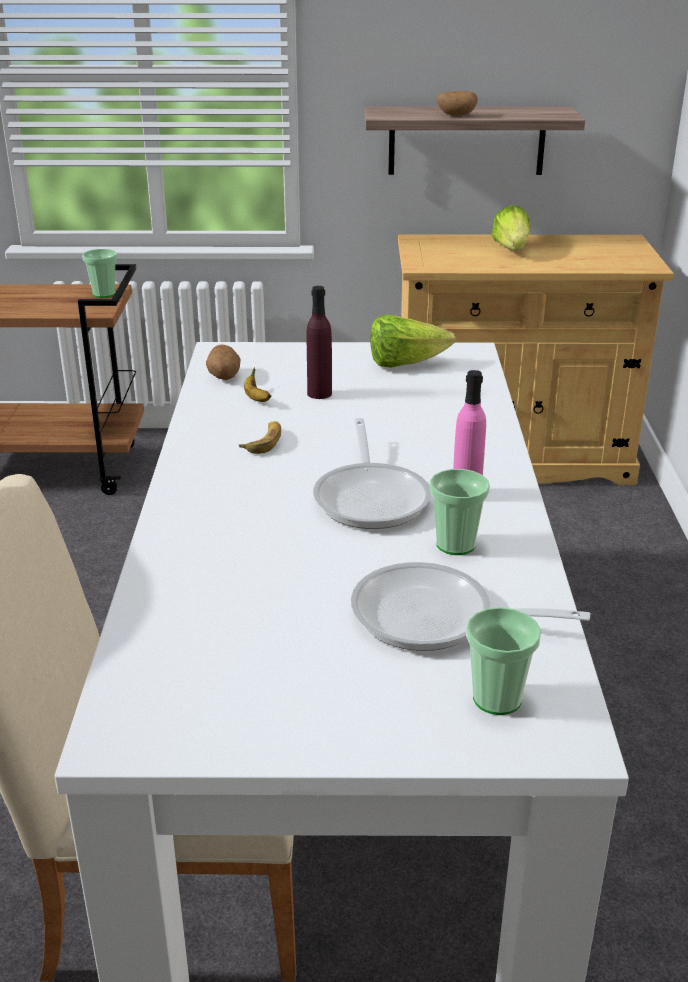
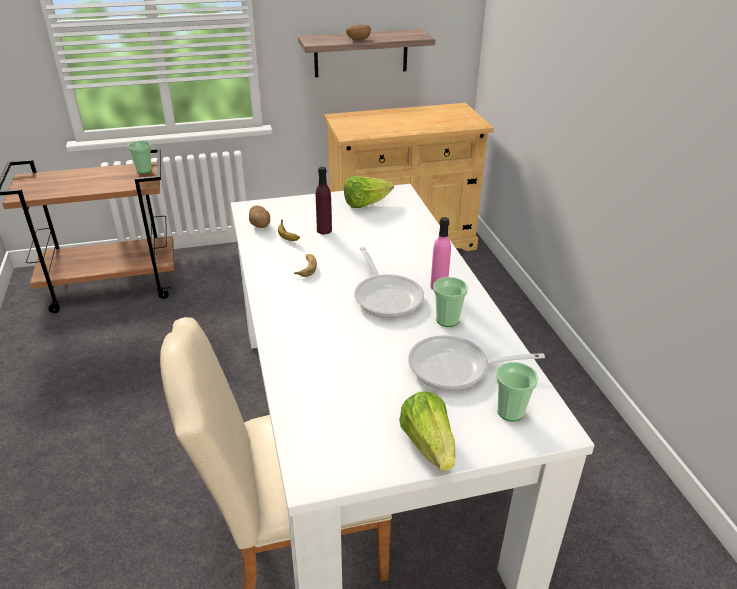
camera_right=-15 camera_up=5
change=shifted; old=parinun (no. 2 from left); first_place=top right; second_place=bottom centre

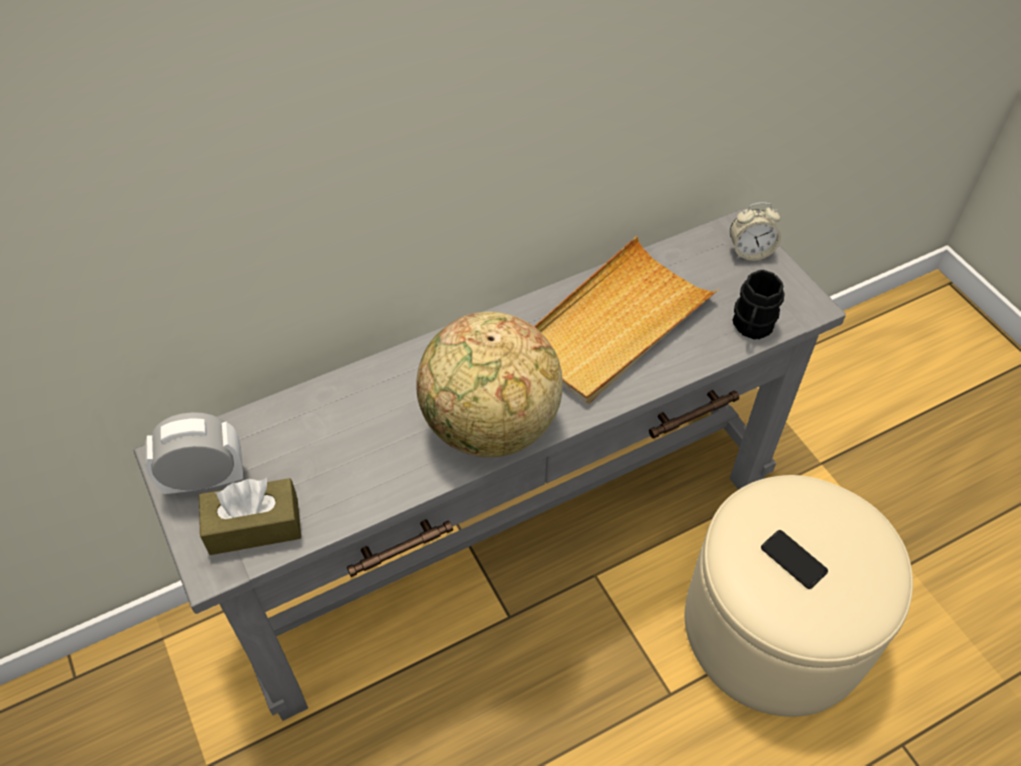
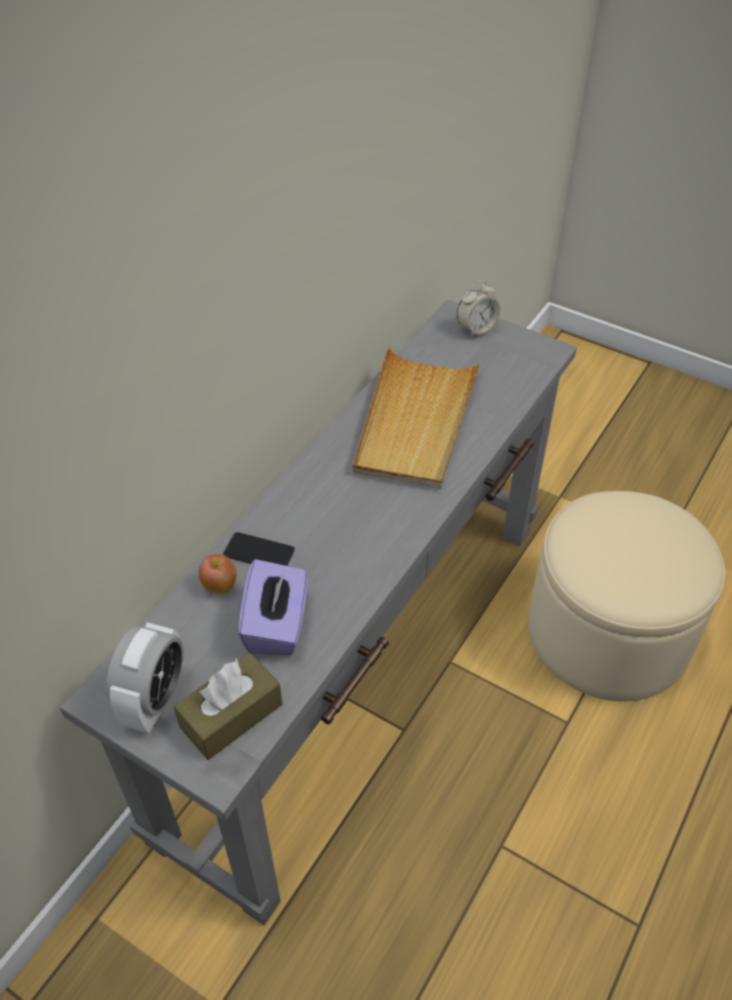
camera_right=-30 camera_up=-5
change=rotated; old=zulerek (no. 1 from left); first_place=middle left; second_place=bottom left; degrees=150
change=gone; old=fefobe; first_place=centre
change=gone; old=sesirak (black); first_place=middle right
change=shifted; old=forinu; first_place=bottom right; second_place=centre
change=new; new=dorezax; second_place=middle left
change=new; new=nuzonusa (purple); second_place=centre

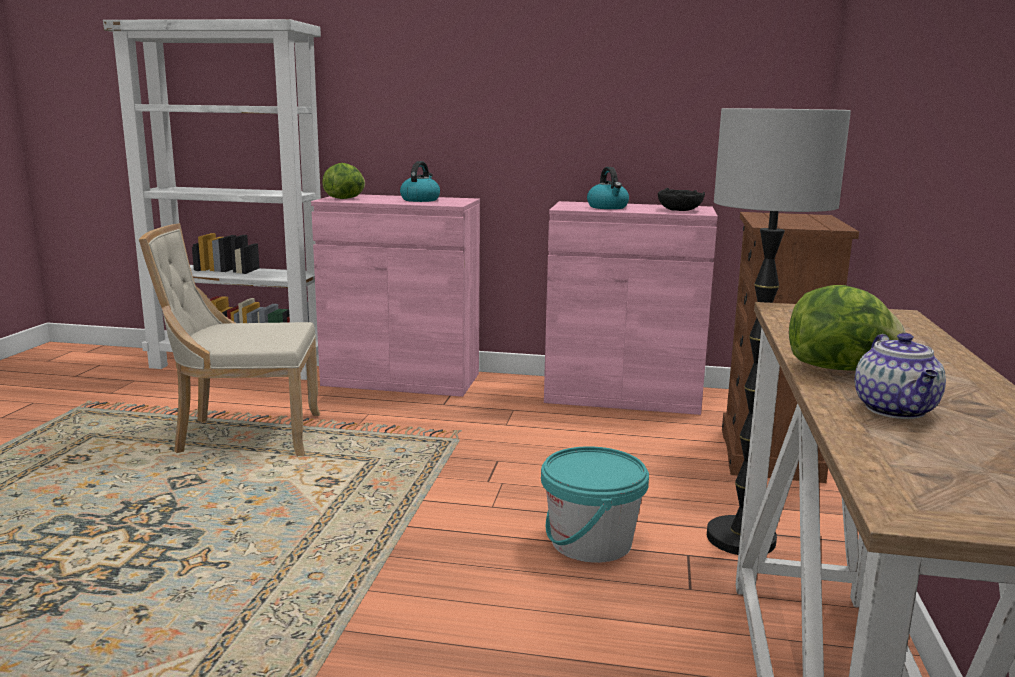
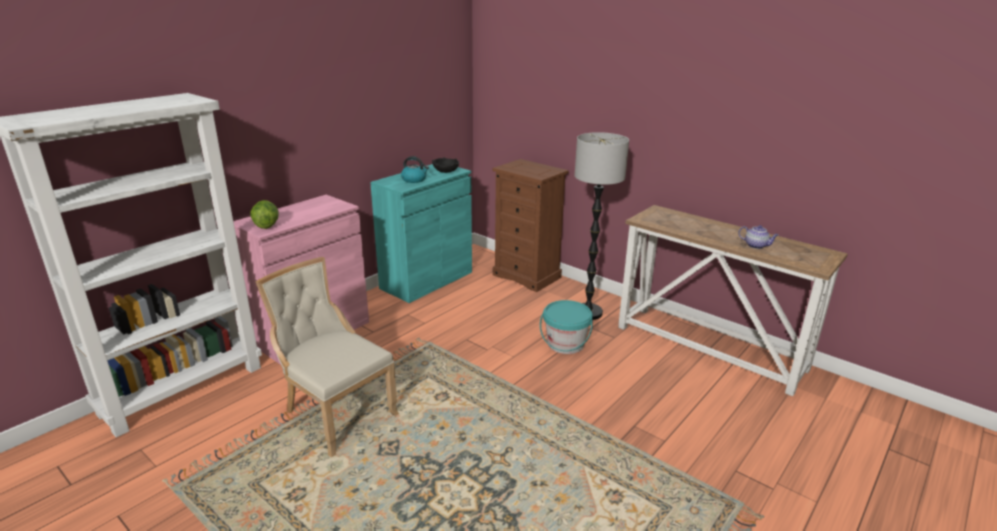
camera_right=-60 camera_up=10
change=rotated; old=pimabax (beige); first_place=middle left; second_place=bottom left; degrees=105
change=gone; old=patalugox (no. 1 from left); first_place=top centre
change=repainted; old=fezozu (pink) (no. 2 from left); new=fezozu (turquoise); first_place=centre; second_place=centre
change=gone; old=parinun (no. 2 from left); first_place=middle right

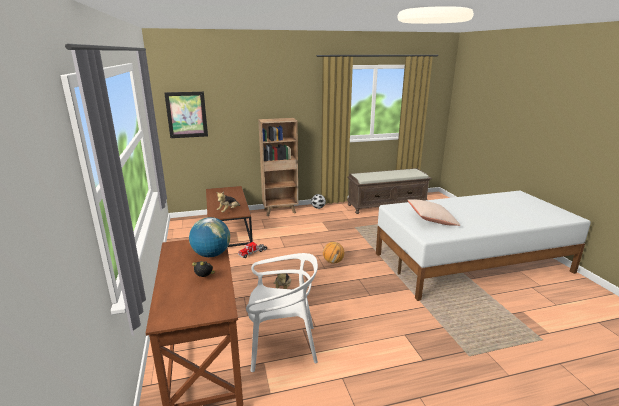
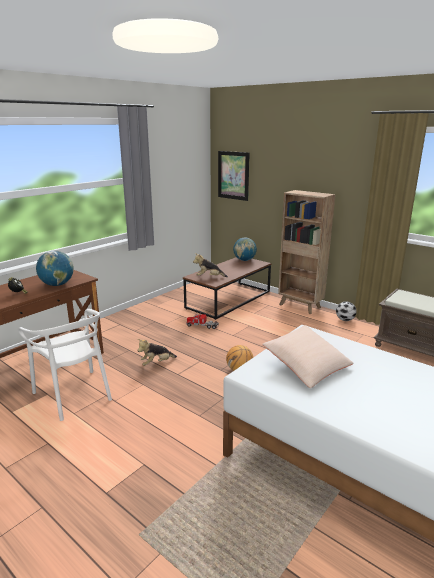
camera_right=55 camera_up=0
change=new; new=fefobe (no. 2 from left); second_place=centre

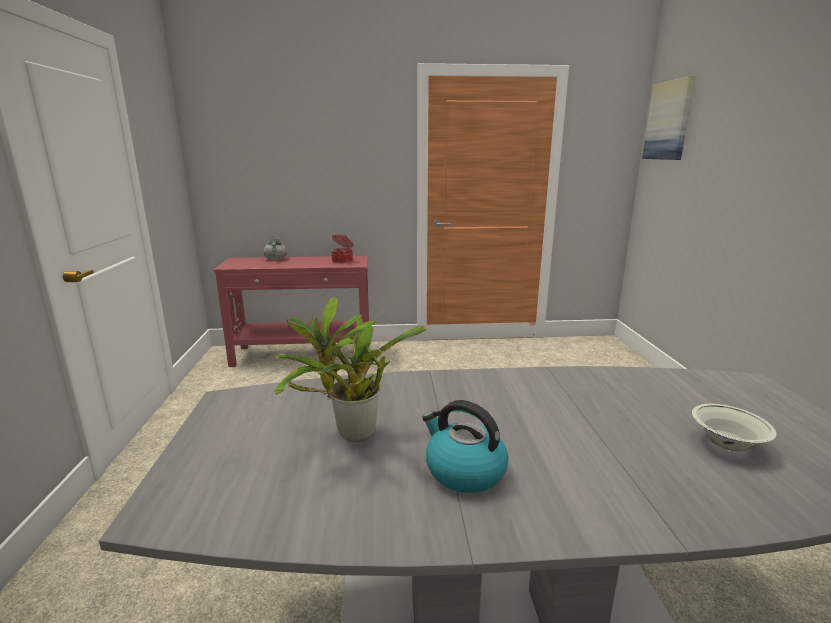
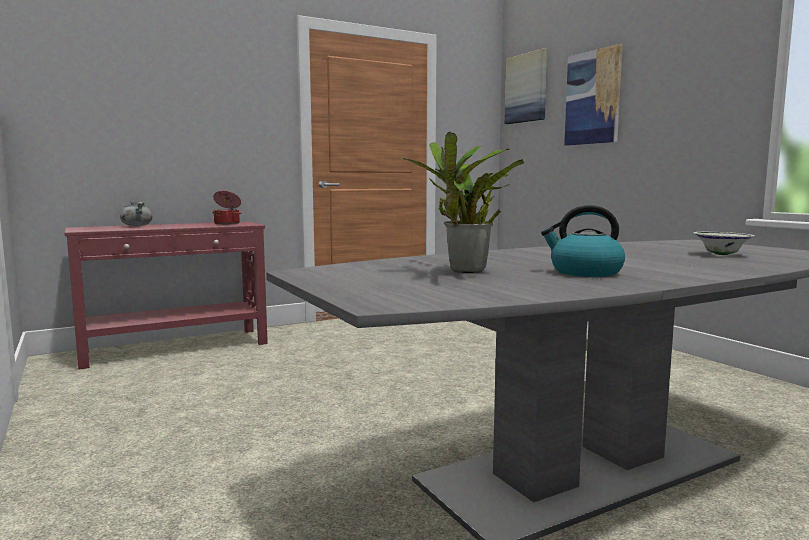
camera_right=-25 camera_up=-10
change=new; new=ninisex (no. 2 from left); second_place=top right

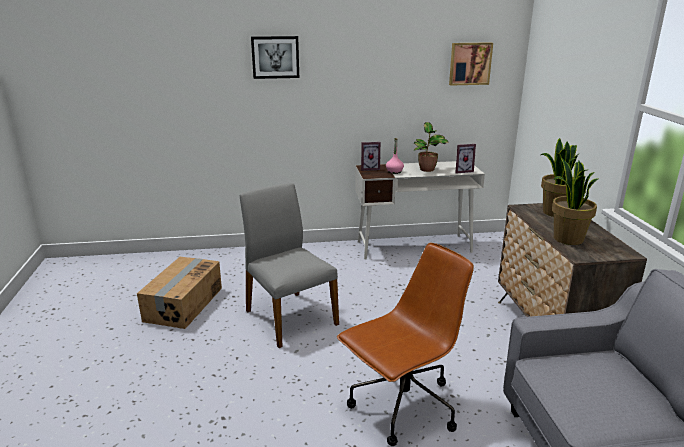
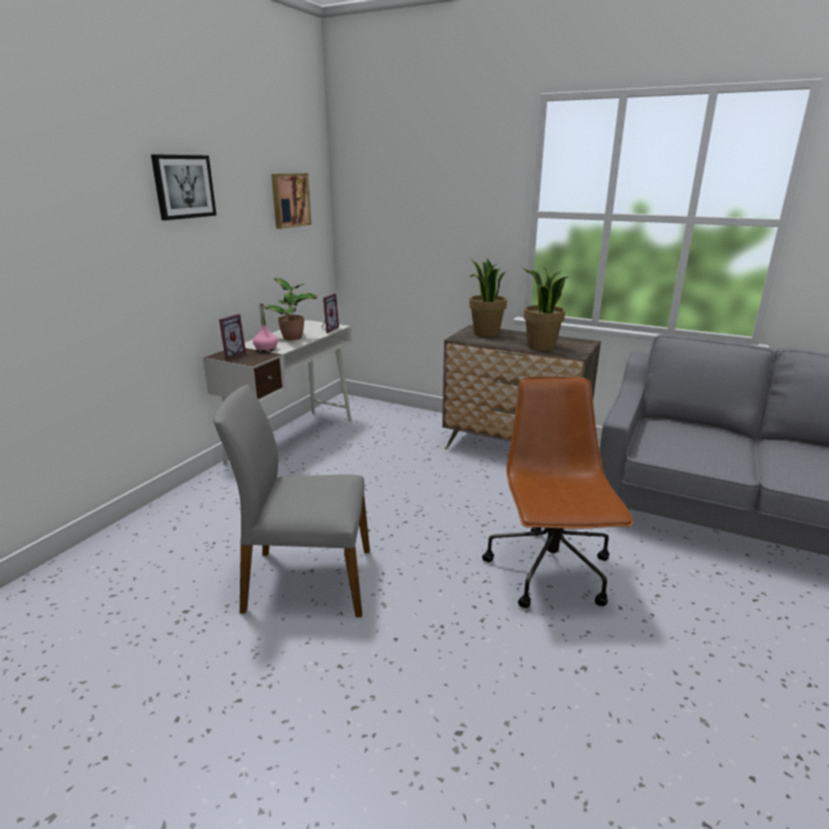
camera_right=-55 camera_up=0
change=gone; old=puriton; first_place=middle left
change=shifted; old=ninisex (no. 1 from left); first_place=top centre; second_place=top left

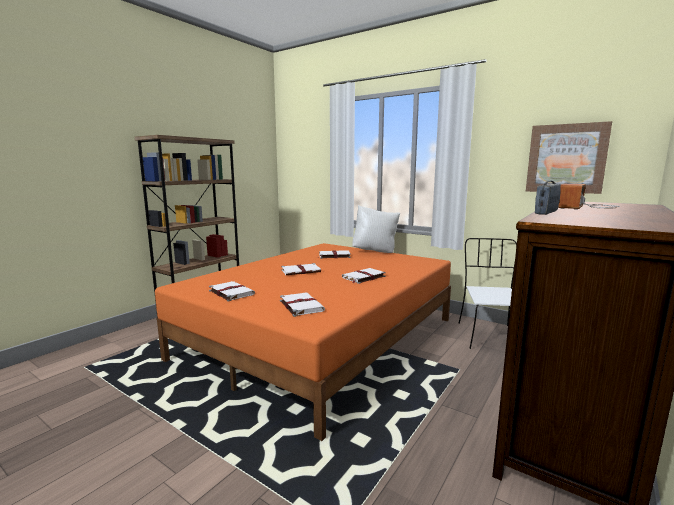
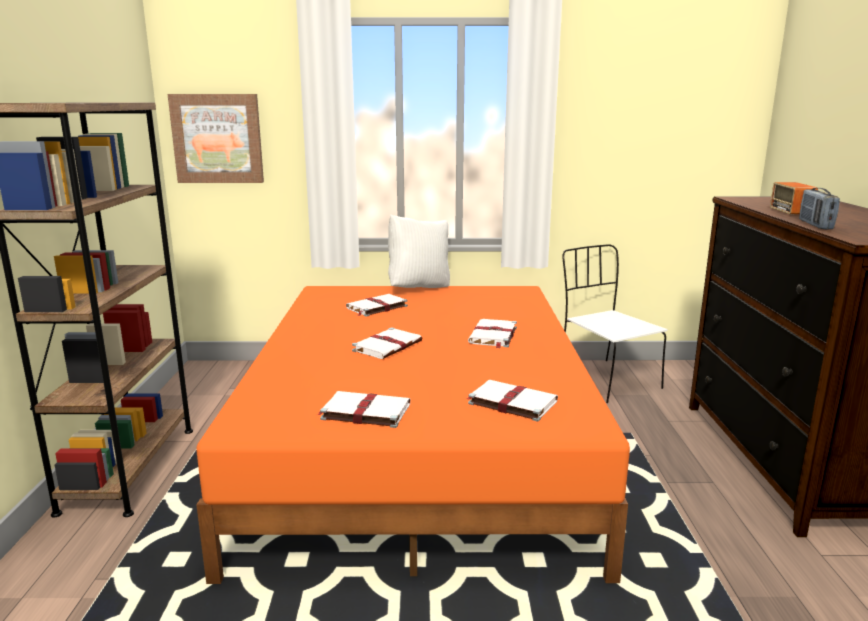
camera_right=-35 camera_up=5
change=shifted; old=ninisex; first_place=top right; second_place=top left

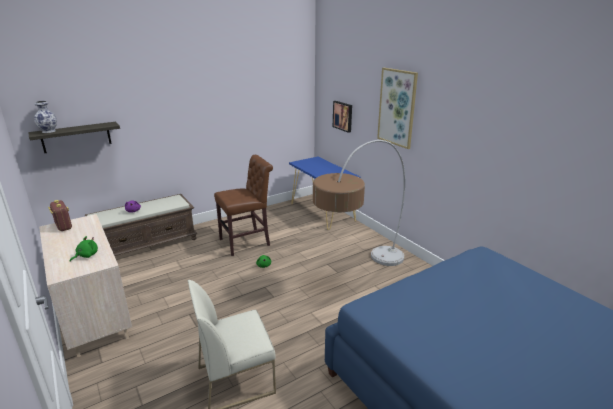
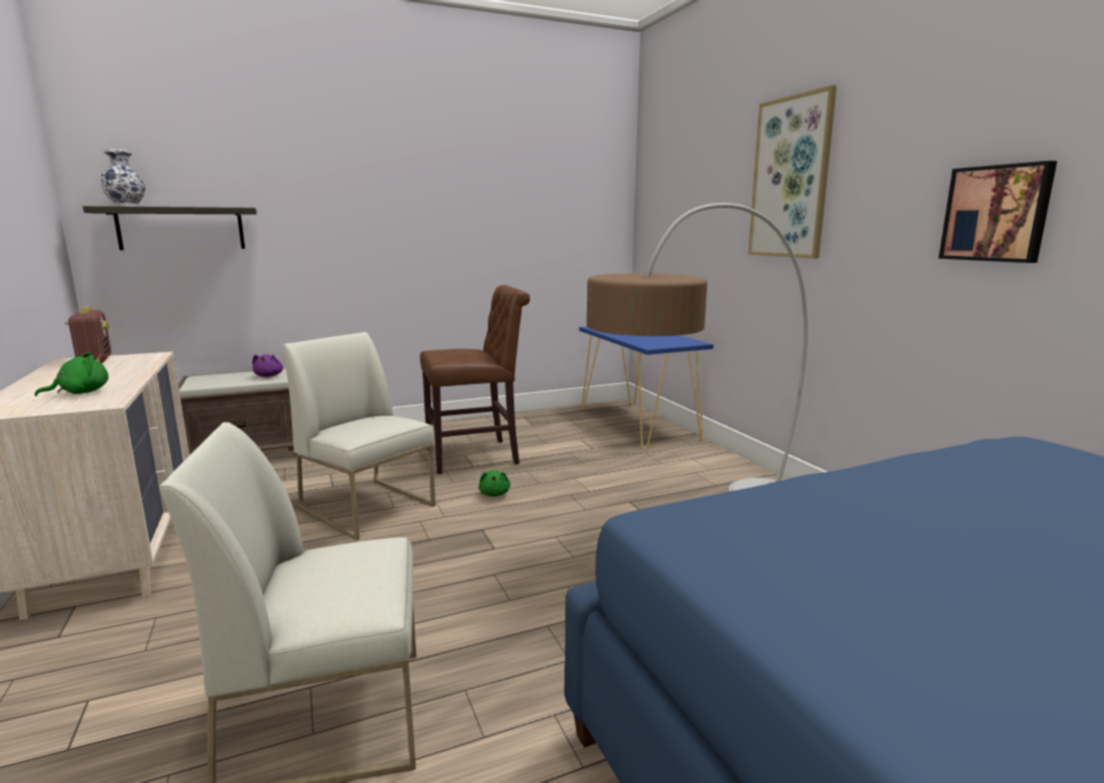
camera_right=10 camera_up=-10
change=shifted; old=ninisex (no. 1 from left in the first image); new=ninisex (no. 2 from left); first_place=top centre; second_place=top right
change=new; new=pimabax (white) (no. 2 from left); second_place=middle left

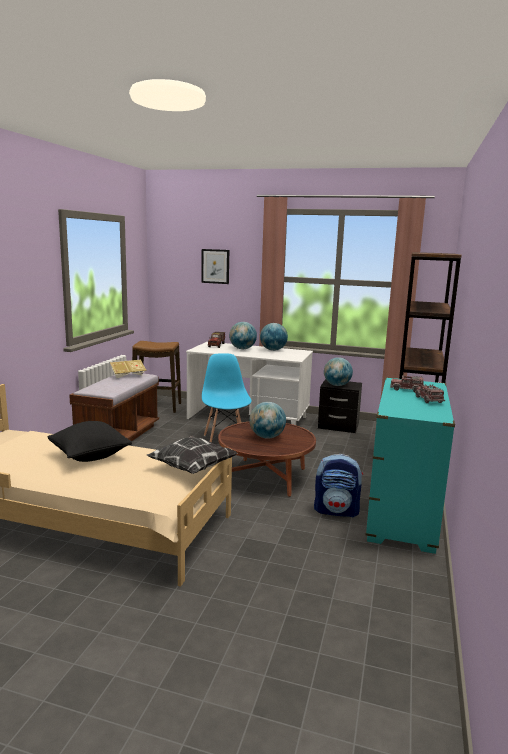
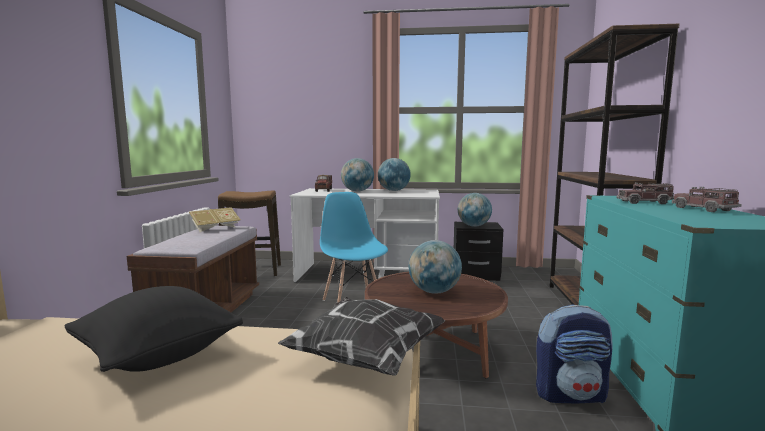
camera_right=-10 camera_up=-5
change=gone; old=ninisex; first_place=centre

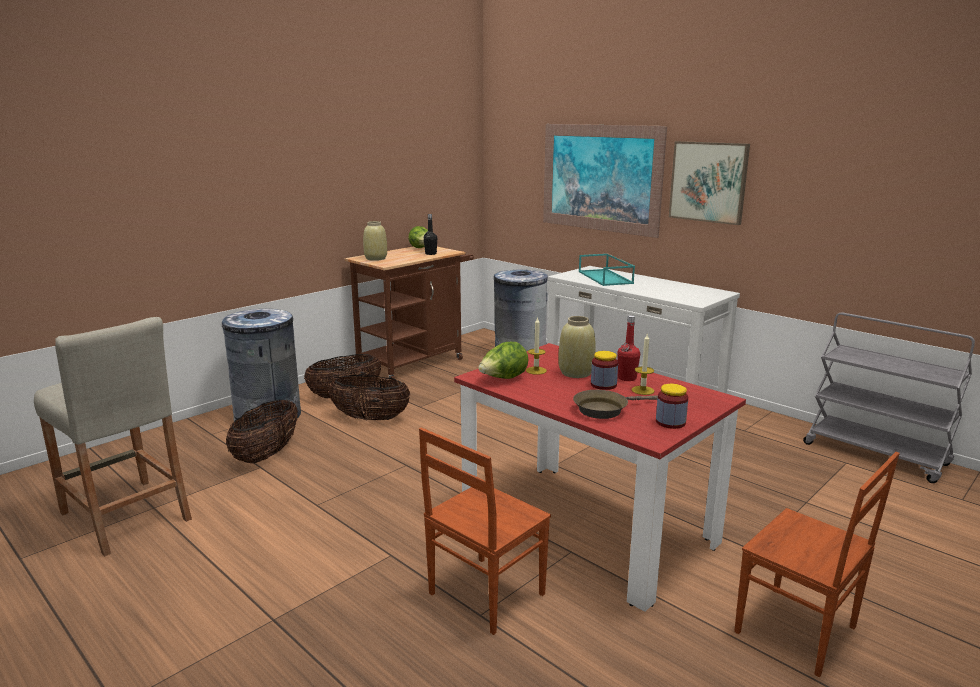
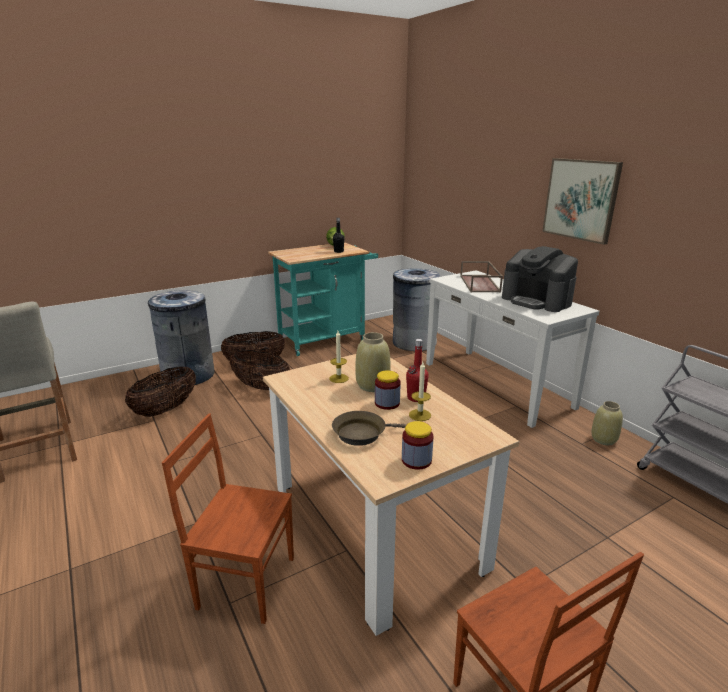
camera_right=15 camera_up=5
change=repainted; old=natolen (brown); new=natolen (turquoise); first_place=centre; second_place=centre
change=shifted; old=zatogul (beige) (no. 1 from left in the first image); new=zatogul (beige) (no. 2 from left); first_place=centre; second_place=middle right
change=rotated; old=pimabax (brown) (no. 1 from left); first_place=bottom centre; second_place=bottom left; degrees=45
change=repainted; old=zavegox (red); new=zavegox (beige); first_place=bottom centre; second_place=bottom centre
change=gone; old=parinun (no. 2 from left); first_place=centre
change=gone; old=ninisex (no. 1 from left); first_place=top centre
change=repainted; old=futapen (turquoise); new=futapen (brown); first_place=centre; second_place=centre
change=new; new=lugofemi; second_place=middle right

